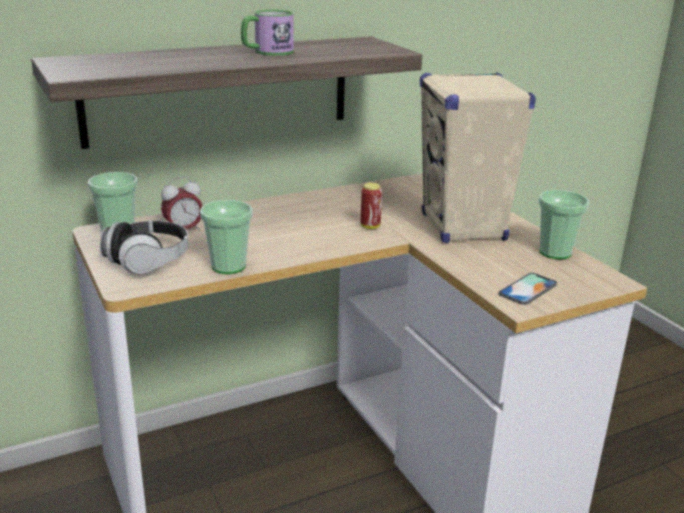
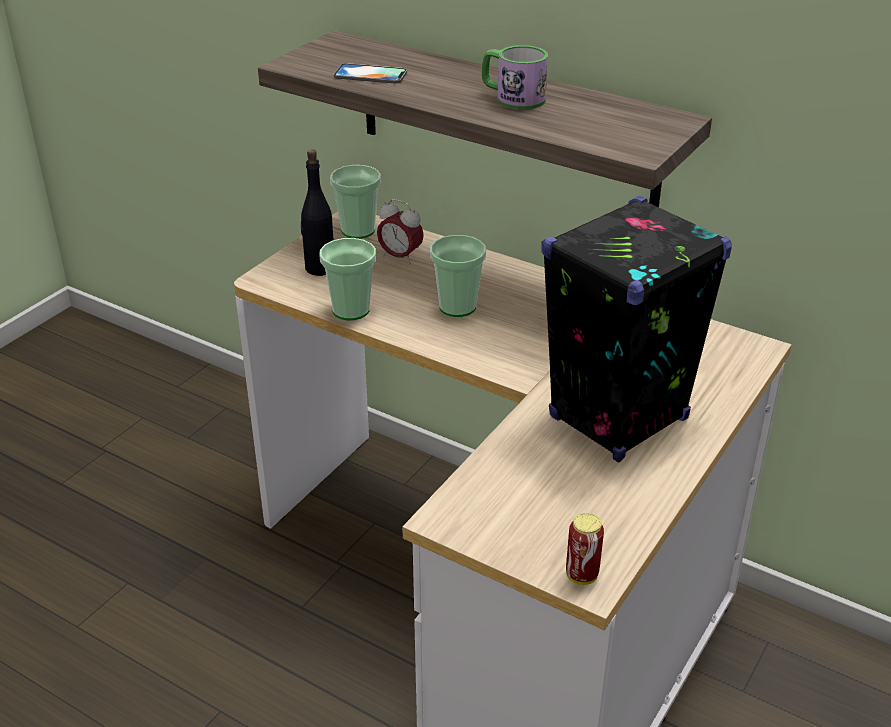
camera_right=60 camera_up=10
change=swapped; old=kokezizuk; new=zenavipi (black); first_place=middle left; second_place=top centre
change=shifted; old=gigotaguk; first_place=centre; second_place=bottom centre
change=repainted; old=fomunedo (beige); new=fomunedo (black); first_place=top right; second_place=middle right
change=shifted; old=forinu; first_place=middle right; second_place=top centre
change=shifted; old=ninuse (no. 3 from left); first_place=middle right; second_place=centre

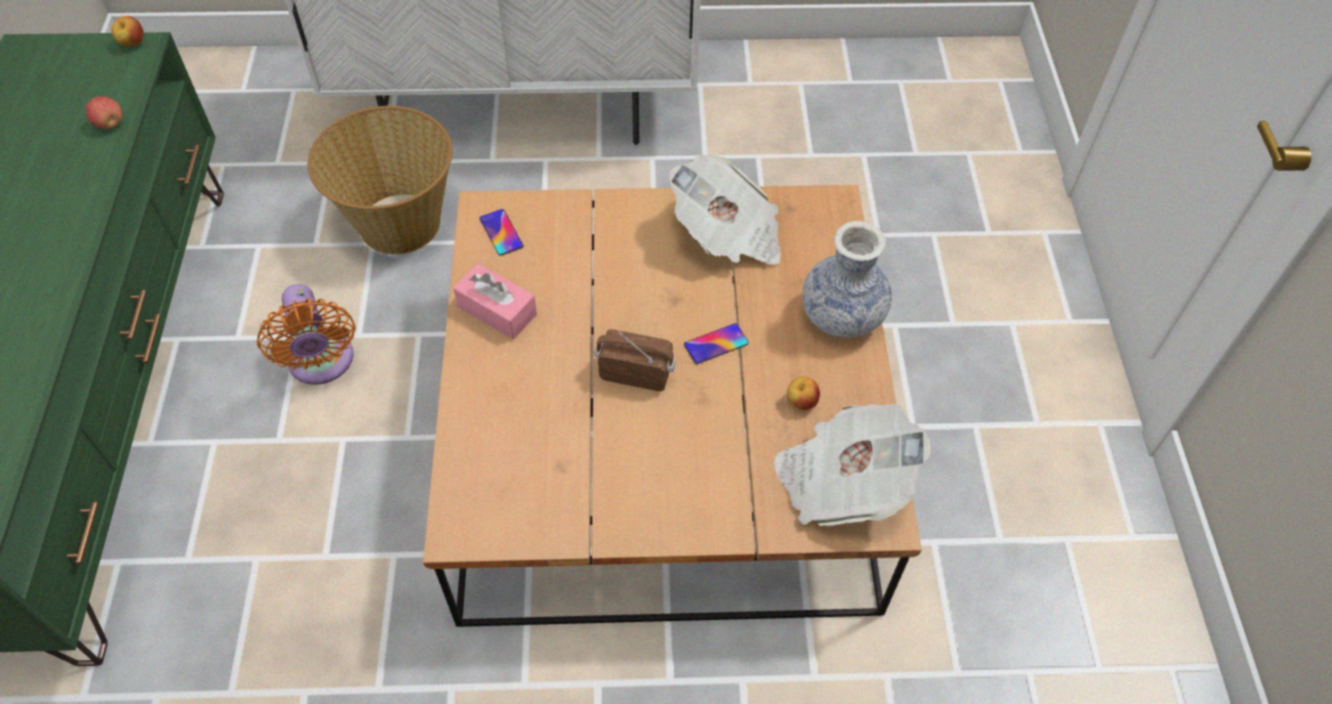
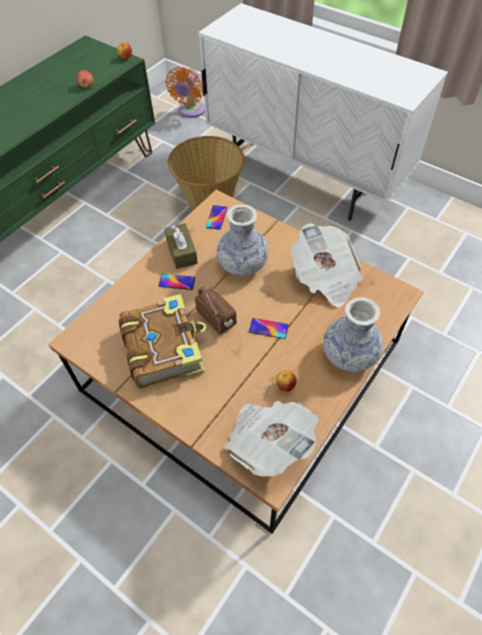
camera_right=40 camera_up=0
change=shifted; old=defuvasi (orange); first_place=middle left; second_place=top centre
change=repainted; old=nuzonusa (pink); new=nuzonusa (brown); first_place=centre; second_place=centre
change=new; new=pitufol; second_place=centre
change=new; new=forinu (no. 1 from left); second_place=centre
change=new; new=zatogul (no. 1 from left); second_place=centre

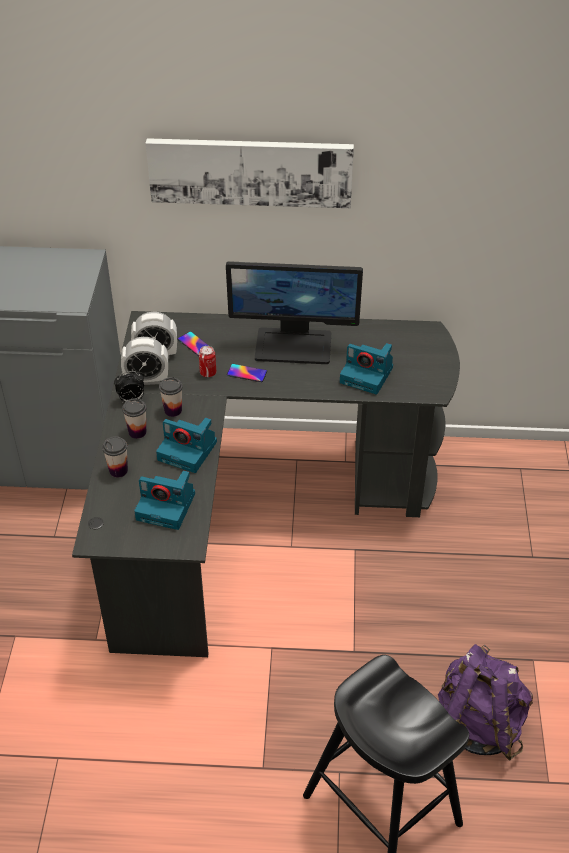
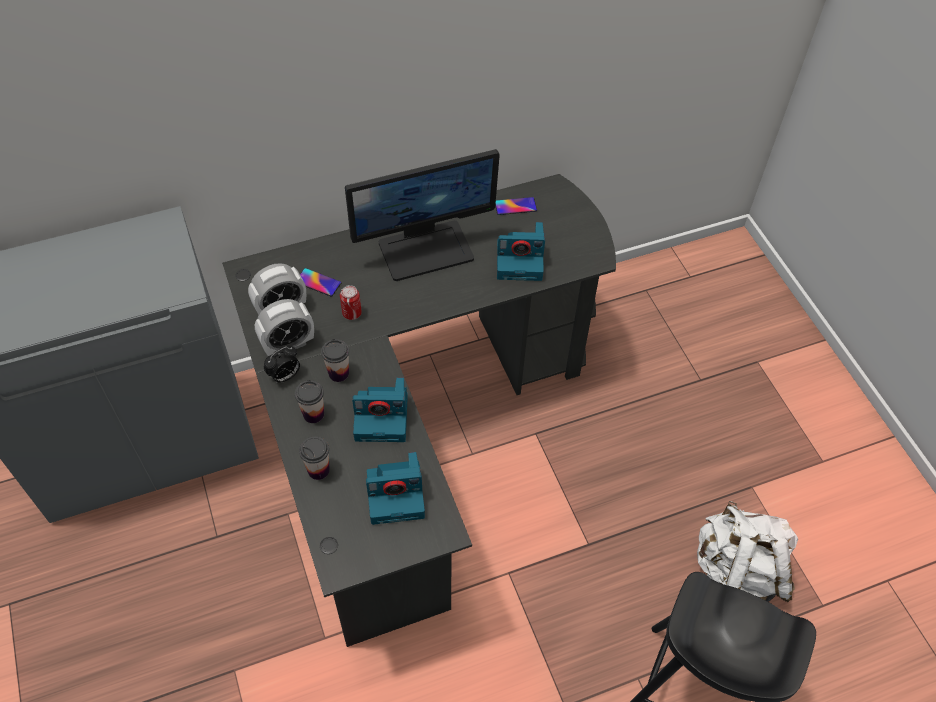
camera_right=-25 camera_up=10
change=gone; old=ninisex; first_place=top centre
change=shifted; old=forinu (no. 2 from left); first_place=centre; second_place=top centre
change=repainted; old=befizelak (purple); new=befizelak (white); first_place=bottom right; second_place=bottom right

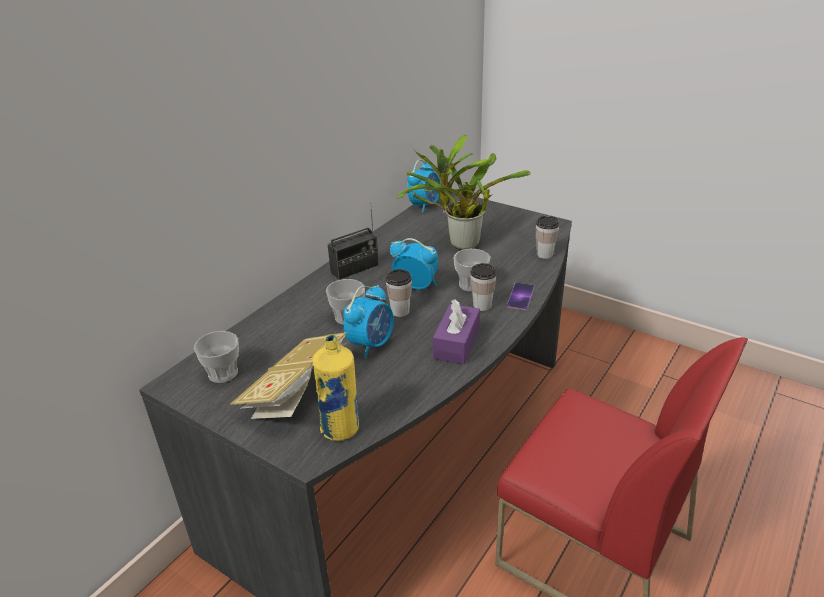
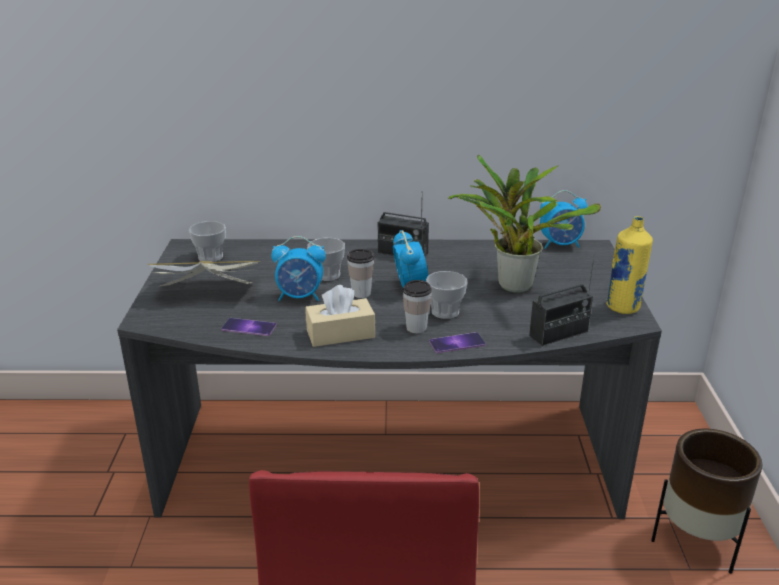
camera_right=55 camera_up=-5
change=shifted; old=zenavipi (yellow); first_place=centre; second_place=middle right
change=repainted; old=nuzonusa (purple); new=nuzonusa (beige); first_place=centre; second_place=centre
change=swapped; old=ninuse (no. 6 from left); new=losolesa (no. 2 from left); first_place=centre; second_place=middle right
change=new; new=forinu (no. 1 from left); second_place=middle left
change=new; new=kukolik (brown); second_place=bottom right

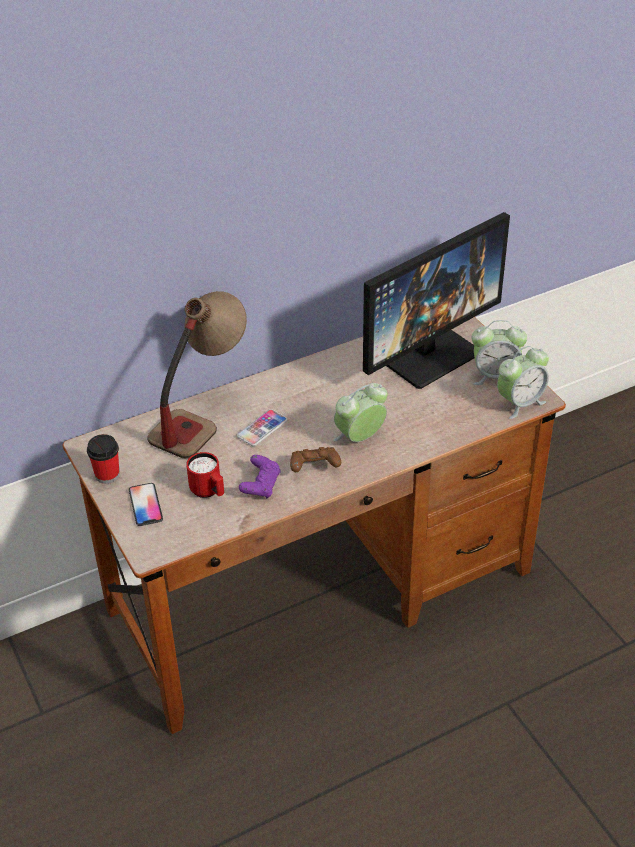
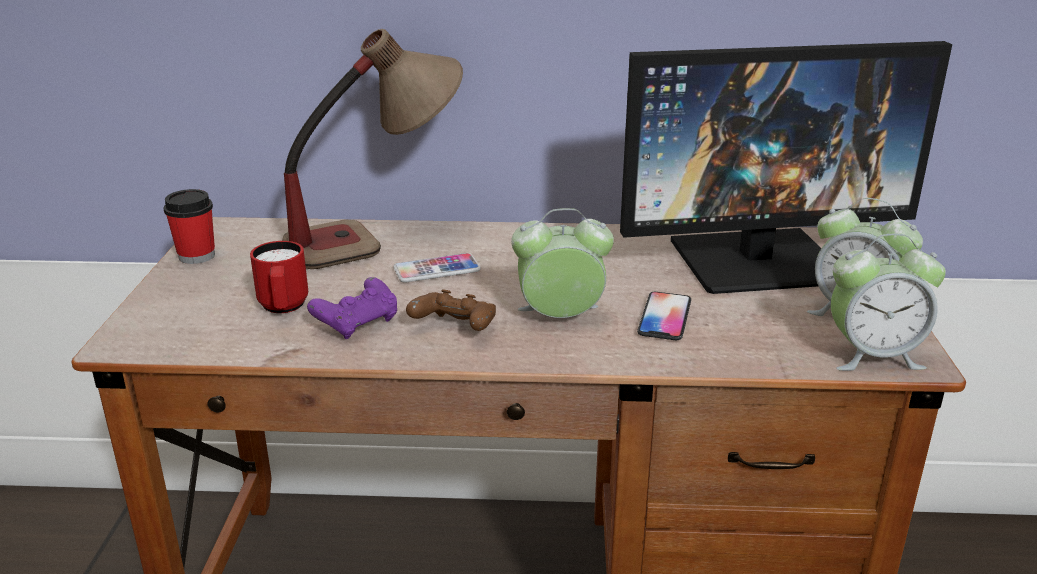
camera_right=30 camera_up=-15
change=shifted; old=forinu (no. 1 from left in the first image); new=forinu (no. 2 from left); first_place=middle left; second_place=centre

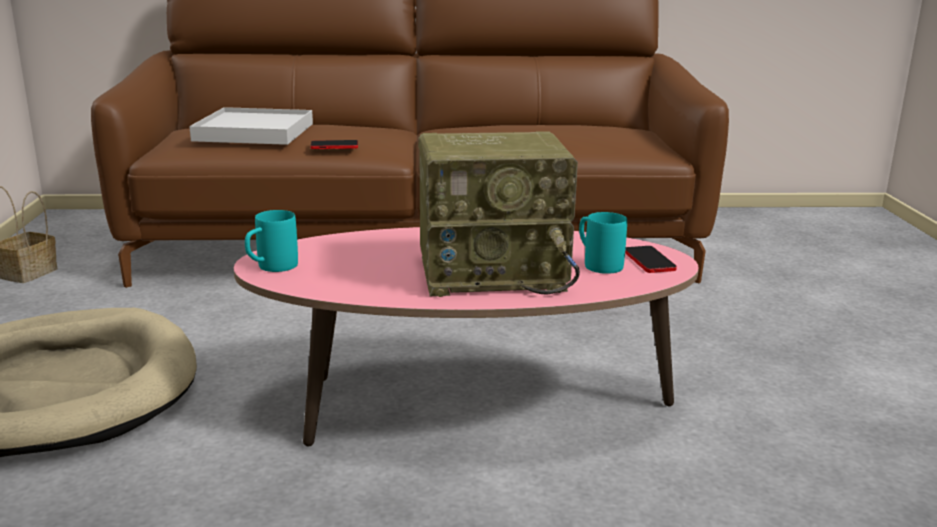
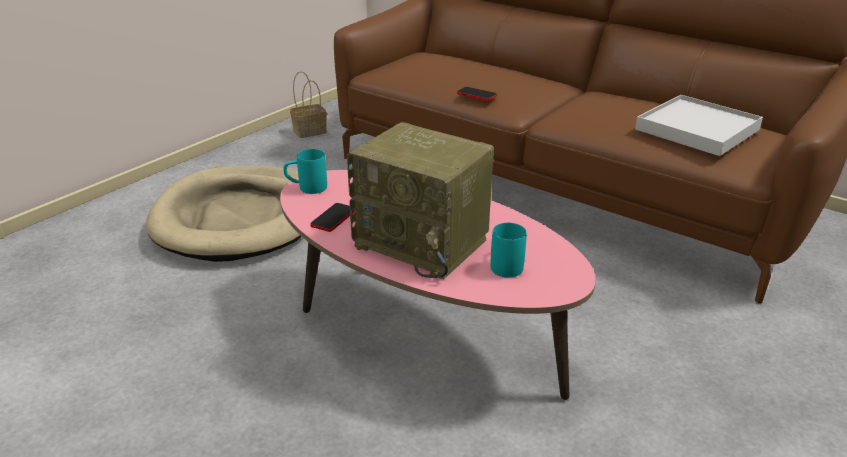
camera_right=40 camera_up=10
change=shifted; old=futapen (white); first_place=top left; second_place=top right
change=shifted; old=forinu (no. 2 from left in the first image); new=forinu (no. 1 from left); first_place=middle right; second_place=centre

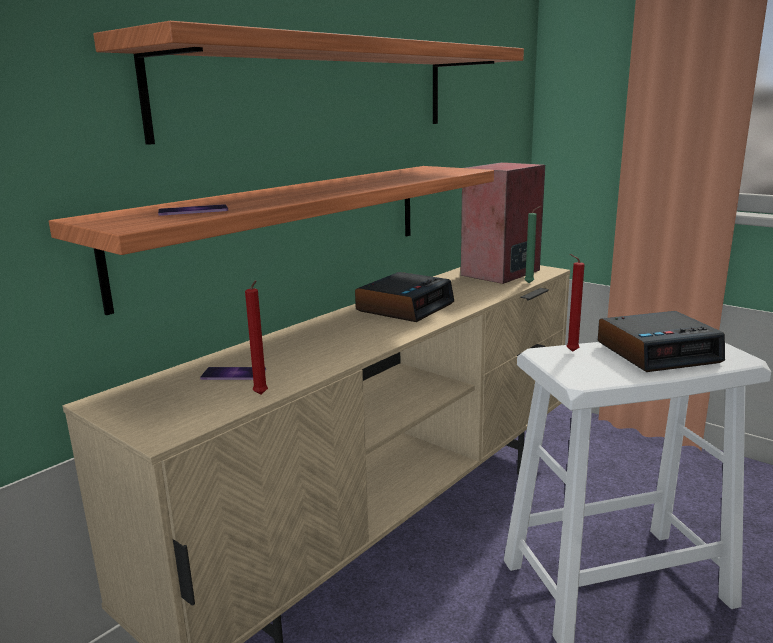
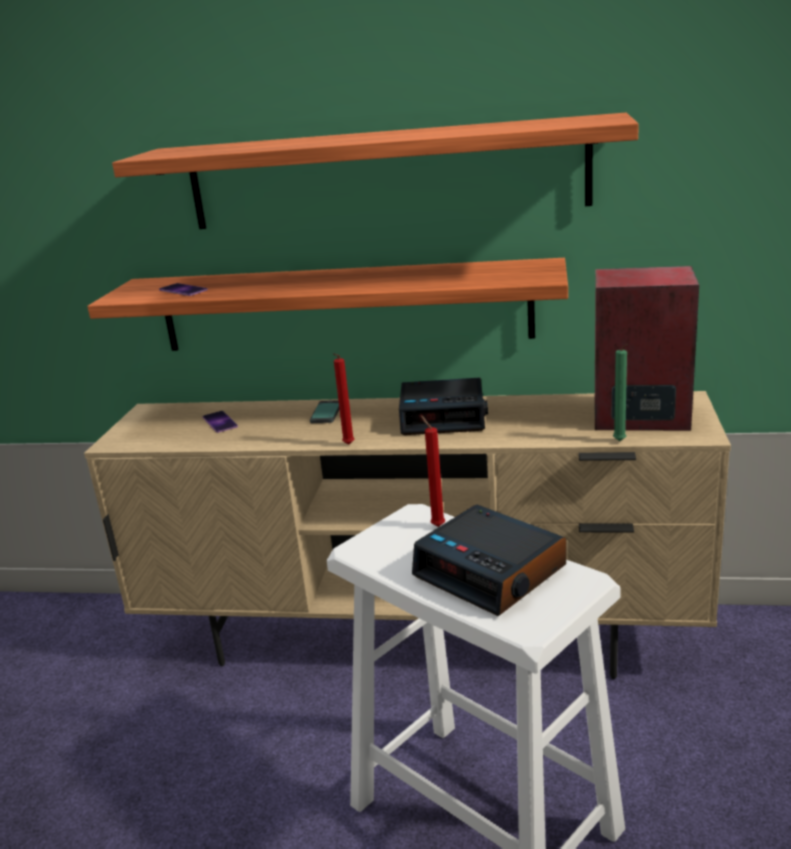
camera_right=60 camera_up=5
change=shifted; old=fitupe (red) (no. 1 from left); first_place=middle left; second_place=centre
change=new; new=forinu (no. 3 from left); second_place=centre

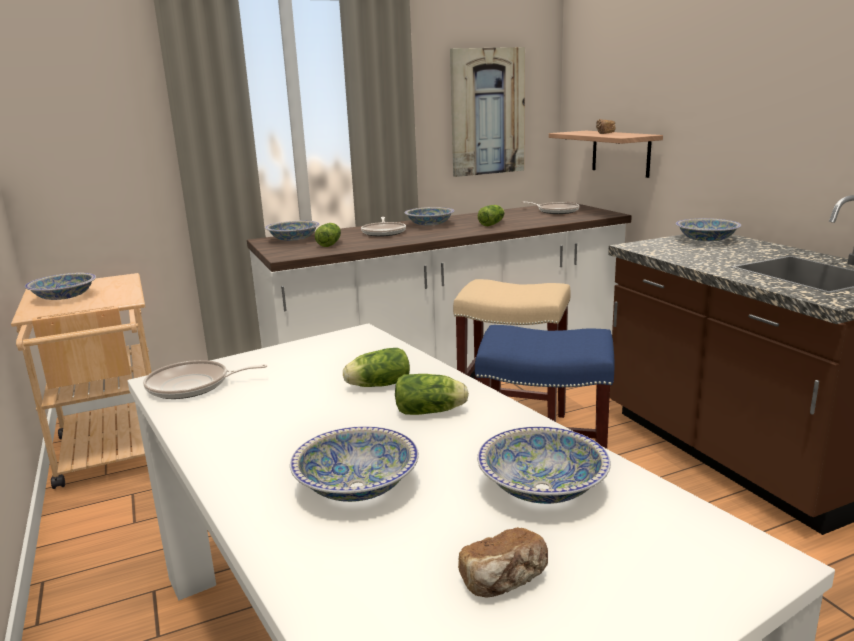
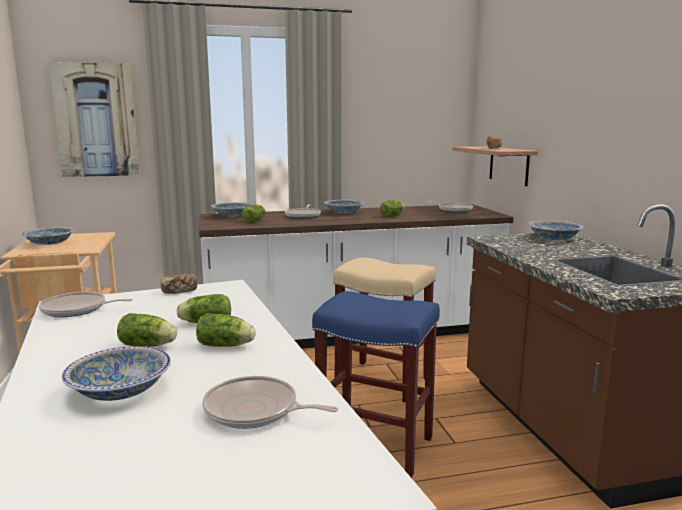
camera_right=10 camera_up=-5
change=shifted; old=ninisex; first_place=top centre; second_place=top left
change=shifted; old=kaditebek (no. 1 from left); first_place=bottom centre; second_place=middle left
change=swapped; old=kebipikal (no. 5 from left); new=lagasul (no. 2 from left); first_place=bottom centre; second_place=bottom centre
change=new; new=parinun (no. 1 from left); second_place=middle left

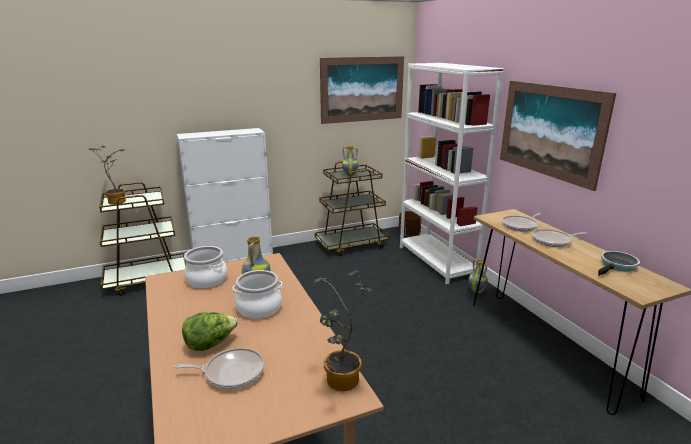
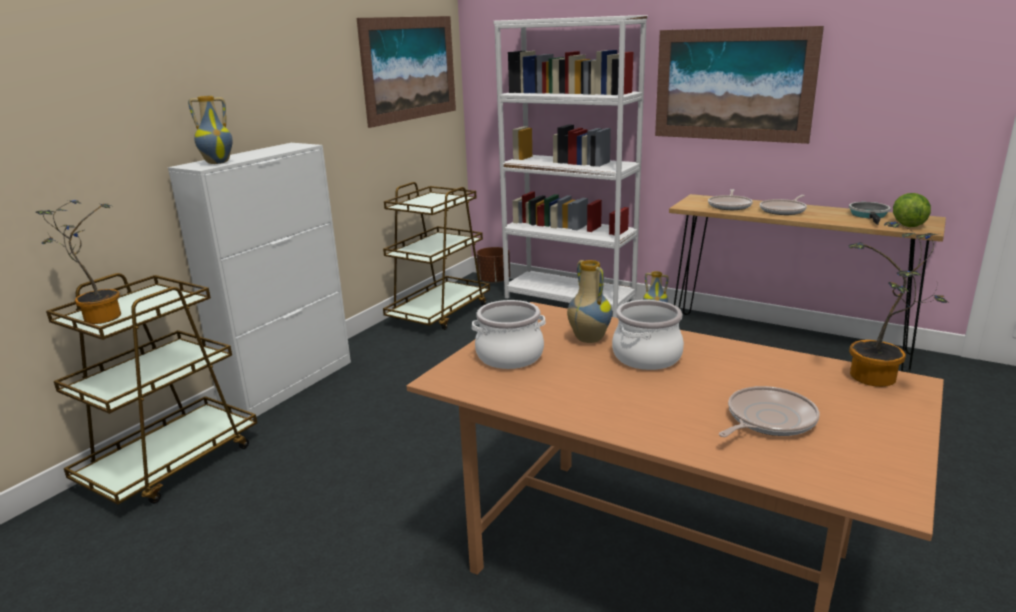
camera_right=-35 camera_up=0
change=shifted; old=parinun; first_place=bottom left; second_place=middle right
change=shifted; old=zatogul (no. 2 from left in the first image); new=zatogul (no. 1 from left); first_place=centre; second_place=top left

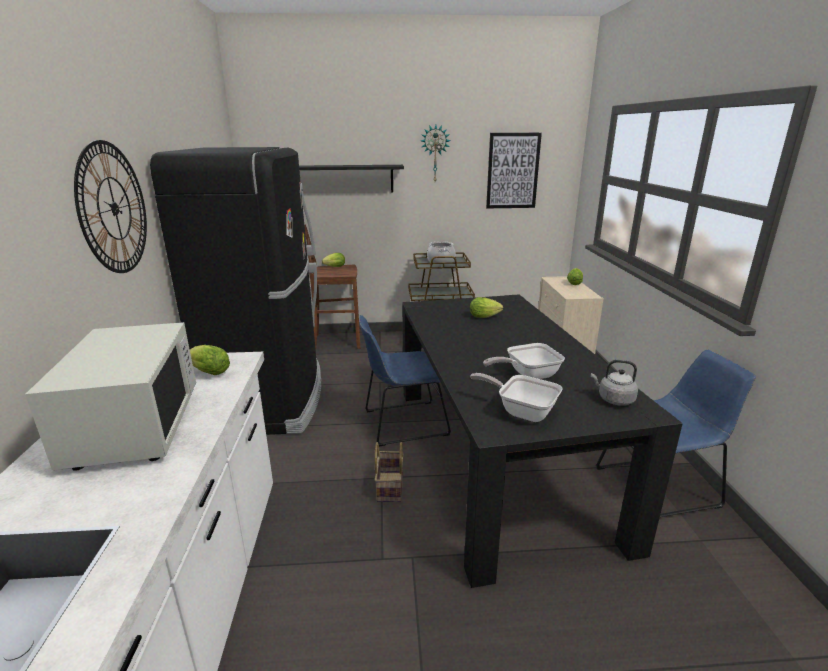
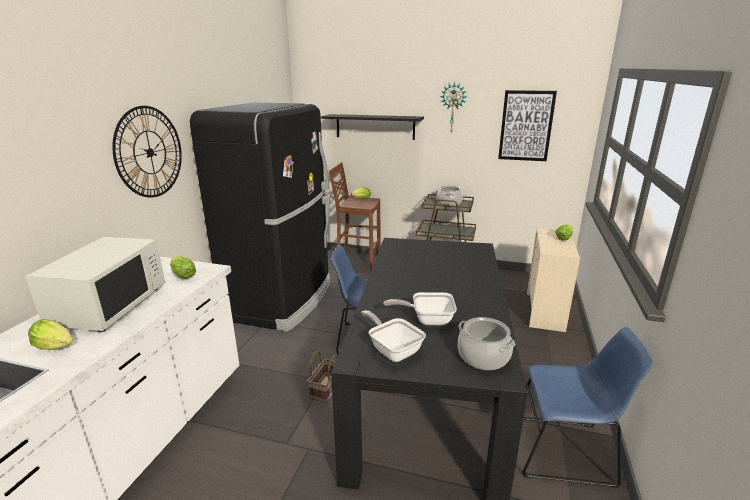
camera_right=20 camera_up=0
change=shifted; old=parinun (no. 3 from left in the first image); new=parinun (no. 1 from left); first_place=centre; second_place=bottom left
change=swapped; old=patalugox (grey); new=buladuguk (no. 2 from left); first_place=middle right; second_place=bottom centre

